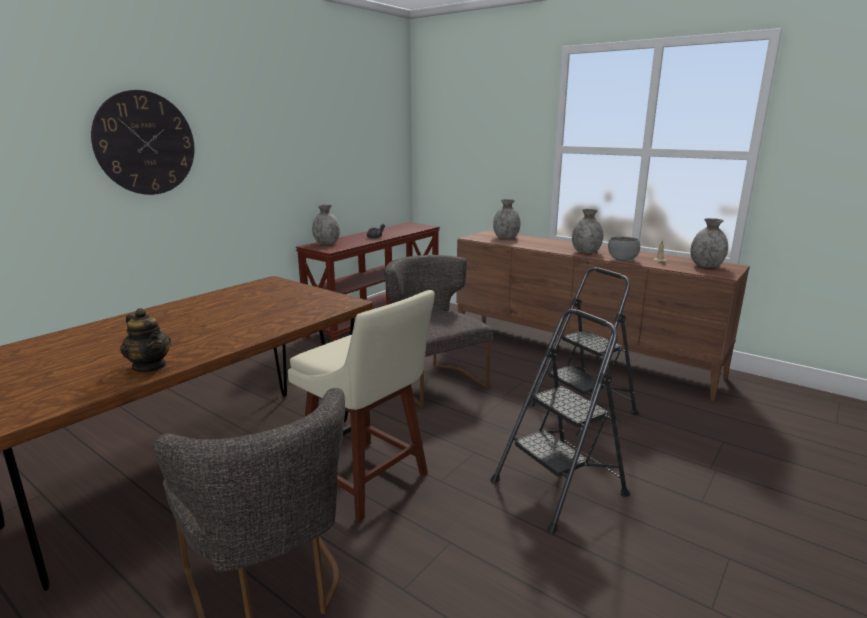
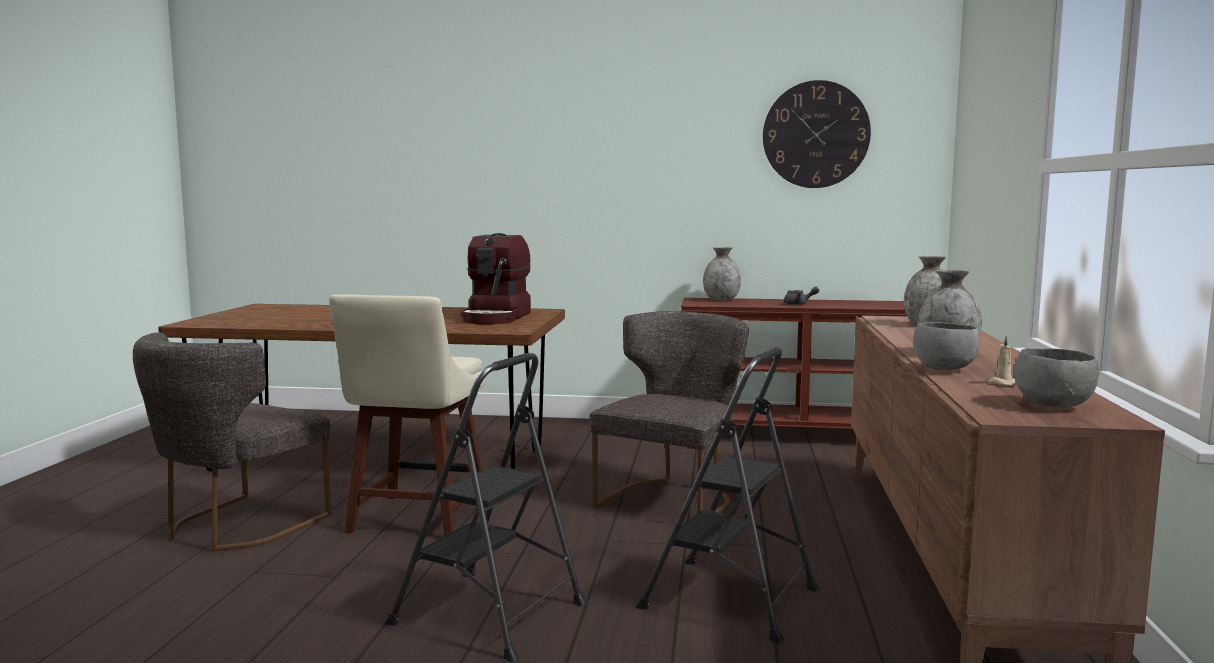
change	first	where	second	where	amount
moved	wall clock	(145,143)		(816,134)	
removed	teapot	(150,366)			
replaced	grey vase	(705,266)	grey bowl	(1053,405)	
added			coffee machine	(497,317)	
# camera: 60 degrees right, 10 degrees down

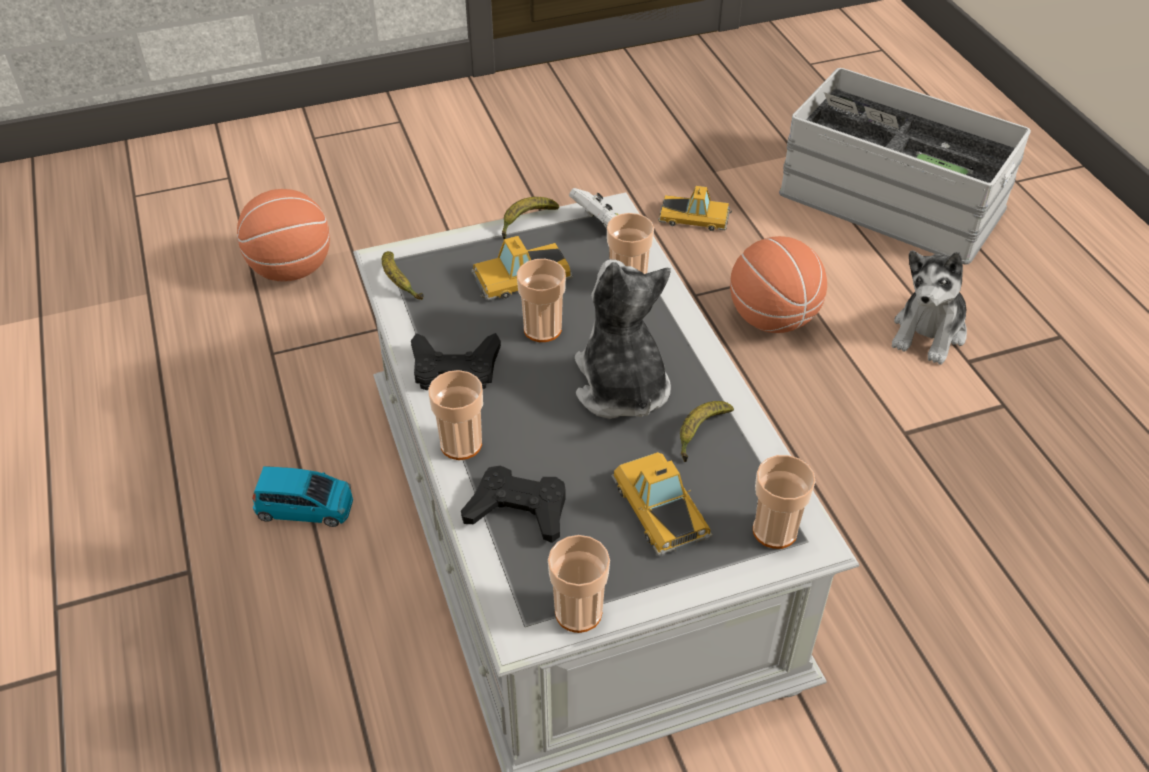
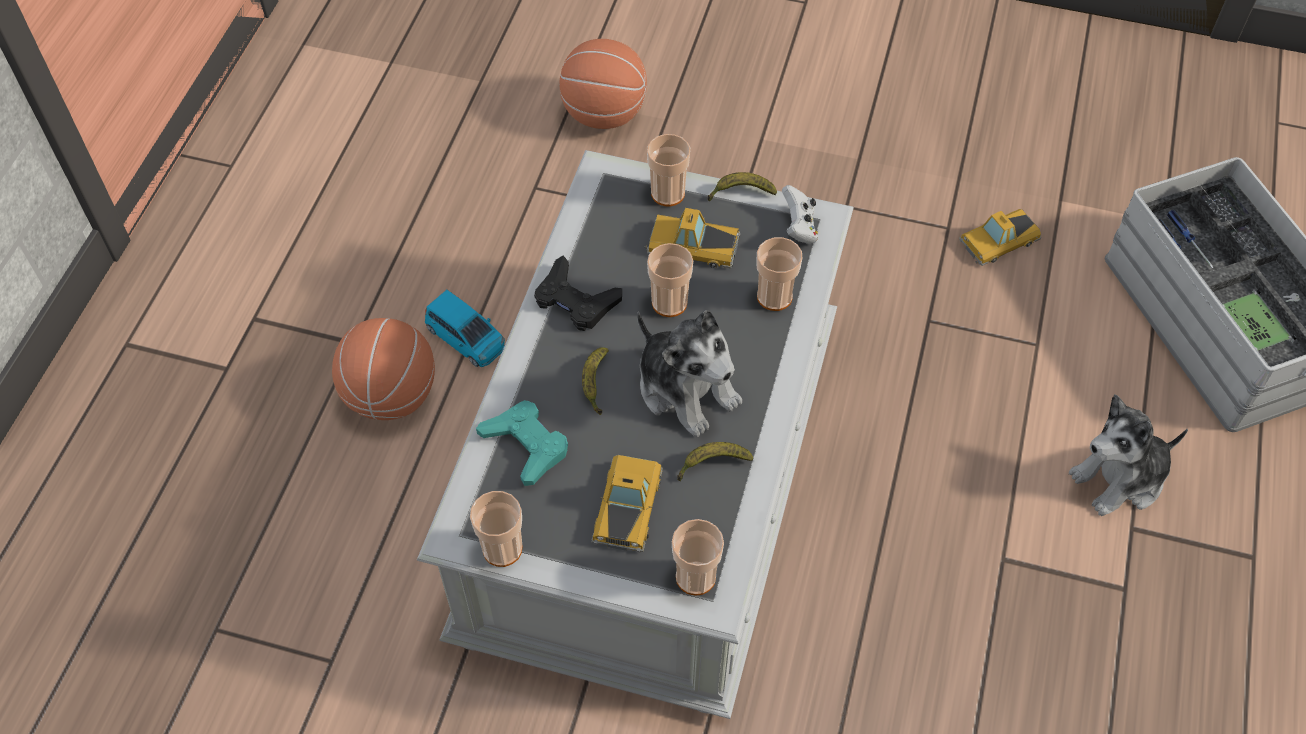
change	first	where	second	where	amount
moved	banana	(399,282)		(595,383)	
moved	cup	(461,444)		(668,193)	
recoloured	black game controller	(518,510)	turquoise game controller	(526,445)	
turned	plush toy	(621,387)		(686,389)	120 degrees clockwise
turned	toy car	(695,217)		(998,241)	105 degrees clockwise
moved	basketball	(772,319)		(391,396)	
# camera: 35 degrees right, 10 degrees up

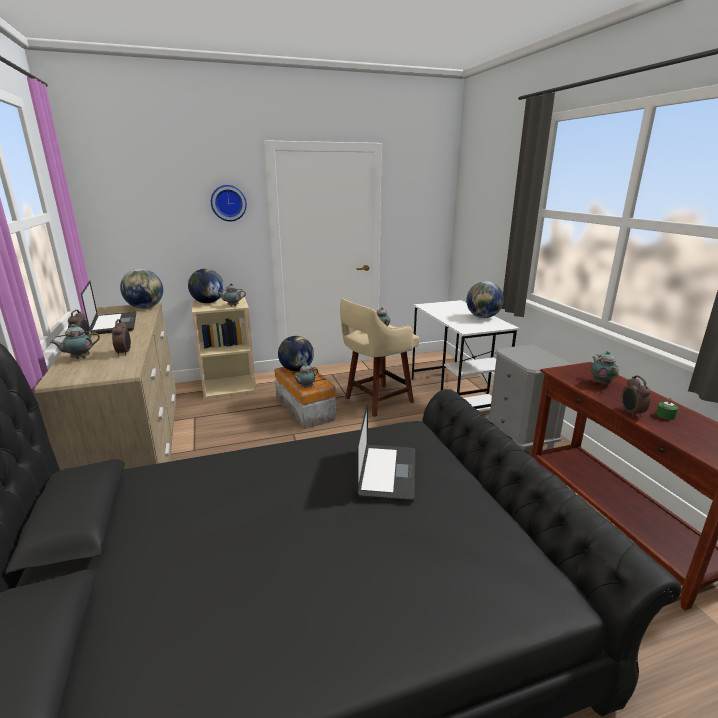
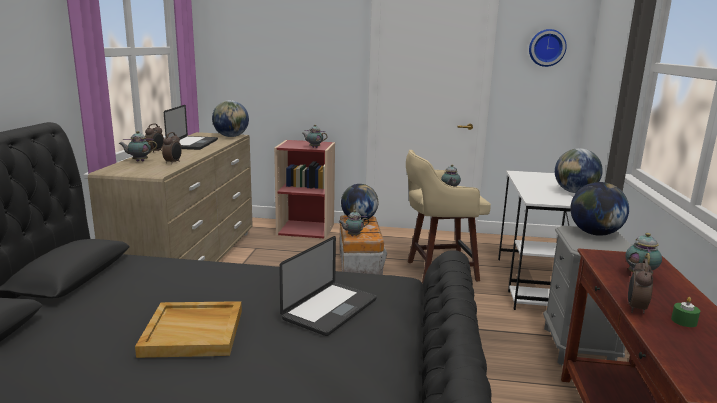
change	first	where	second	where	amount
moved	globe	(208,302)		(594,233)	
recoloured	beige bookcase	(230,386)	red bookcase	(306,229)	
moved	wall clock	(228,203)		(546,48)	
added			beige tray	(194,332)	
# camera: 25 degrees right, 5 degrees down

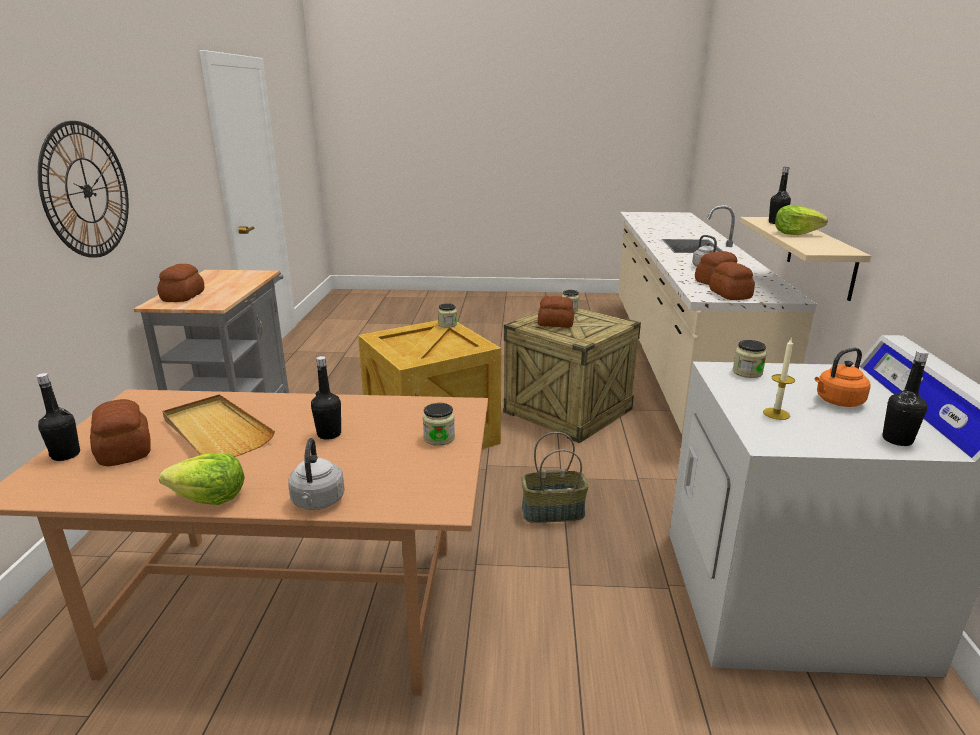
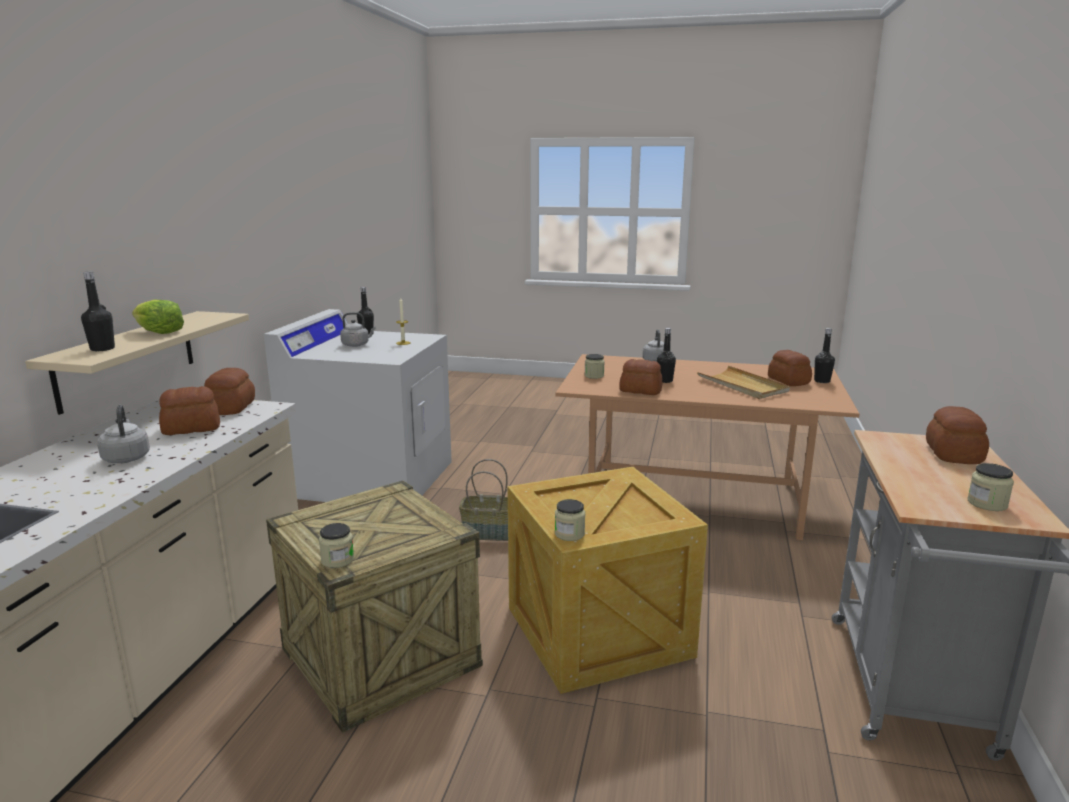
change	first	where	second	where	amount
removed	wall clock	(87,191)			
removed	lettuce	(209,498)			
moved	bread	(556,324)		(640,390)	
moved	jar	(747,372)		(987,503)	
recoloured	orange kettle	(837,401)	grey kettle	(357,345)	
# camera: 170 degrees left, 5 degrees down

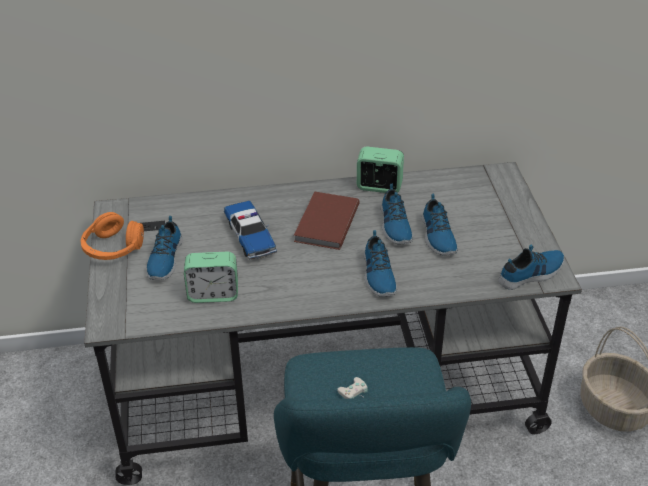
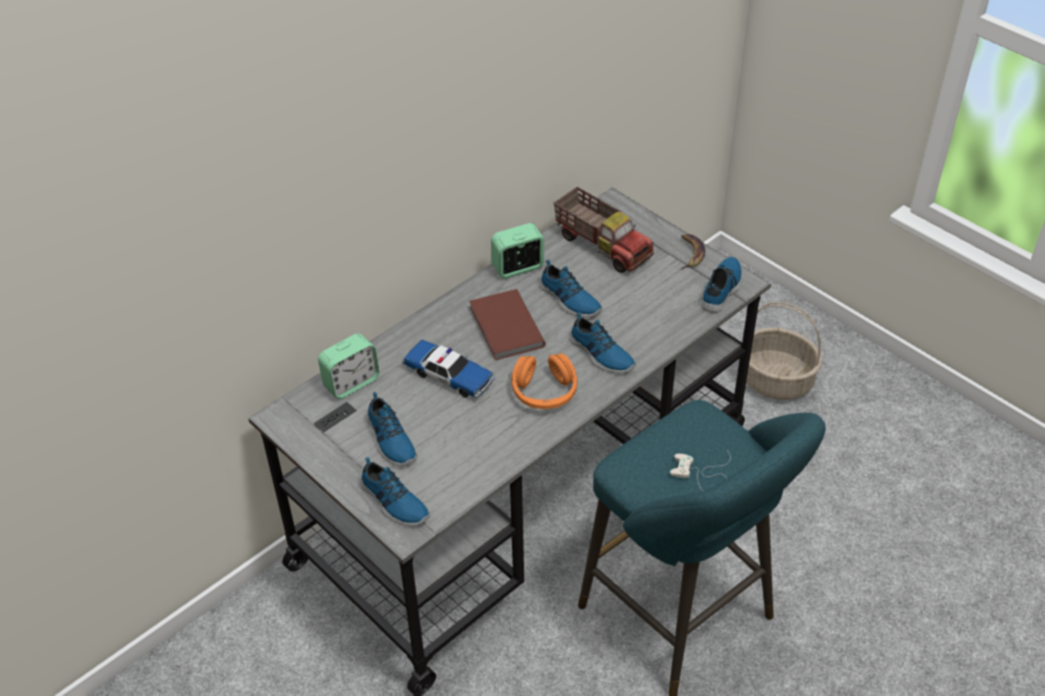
change	first	where	second	where	amount
moved	orange headphones	(112,248)		(544,392)	
moved	alarm clock	(213,294)		(351,383)	
moved	shoe	(437,236)		(393,502)	
added			toy truck	(603,245)	
added			banana	(690,253)	
# camera: 35 degrees left, 5 degrees up

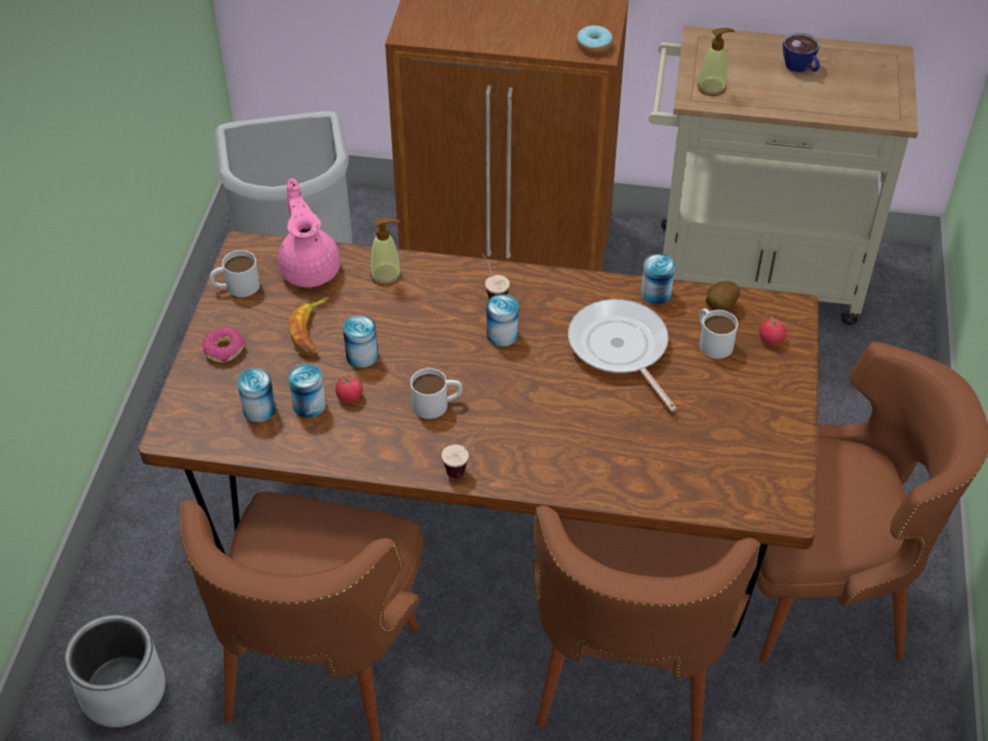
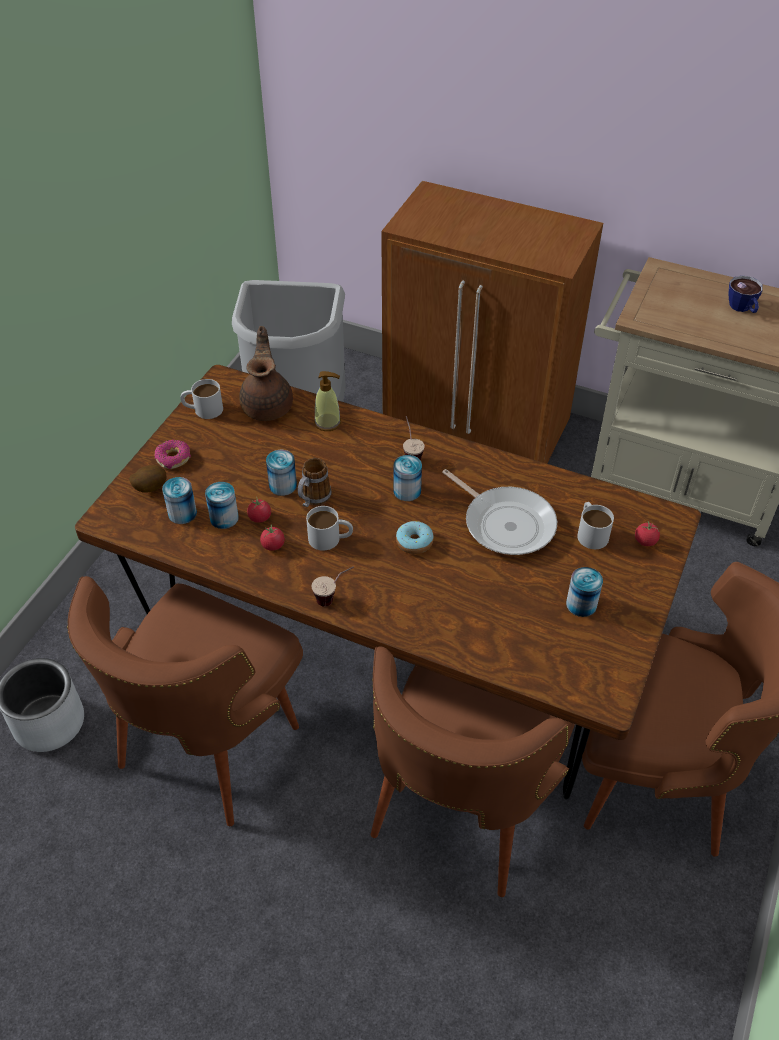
change	first	where	second	where	amount
recoloured	pink teapot	(310,268)	brown teapot	(268,405)	
removed	banana	(311,331)			
turned	frying pan	(620,349)		(505,523)	150 degrees clockwise
moved	donut	(594,45)		(414,542)	
moved	can	(656,293)		(581,604)	
removed	soap dispenser	(712,88)			
moved	potato	(719,307)		(149,488)	
added			tomato	(273,545)	
added			mug	(313,499)	
# camera: 15 degrees right, 0 degrees up

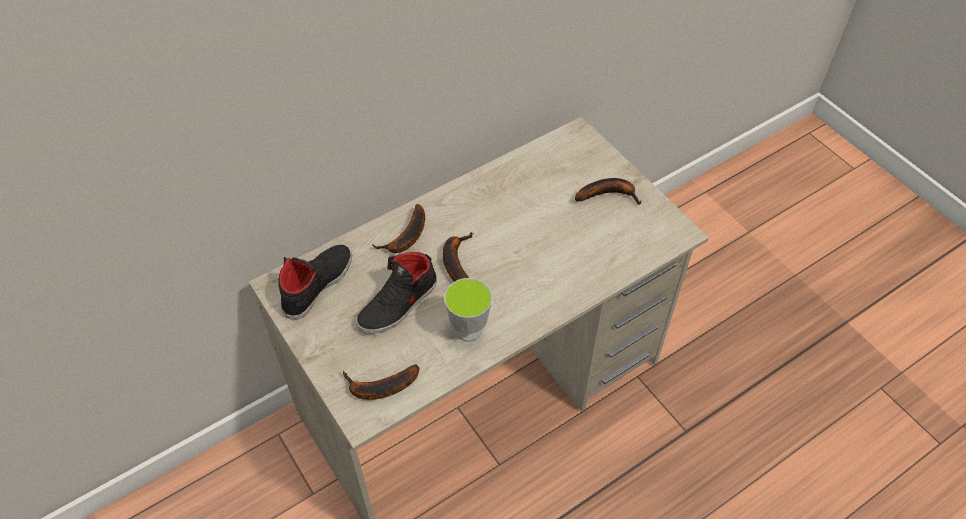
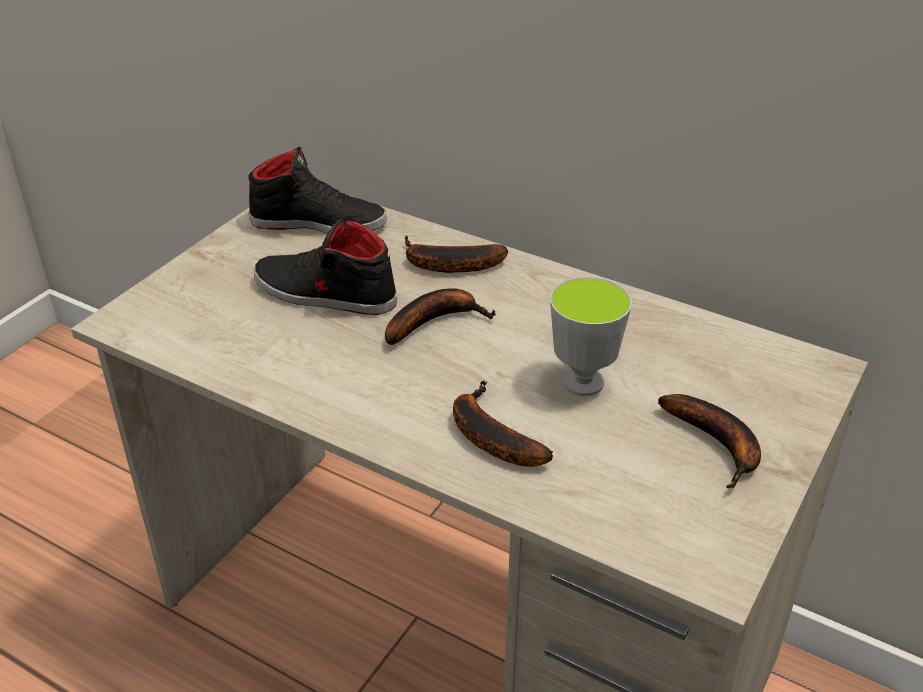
change	first	where	second	where	amount
moved	banana	(379,388)		(488,435)	
moved	cup	(469,331)		(583,382)	
# camera: 65 degrees right, 15 degrees down

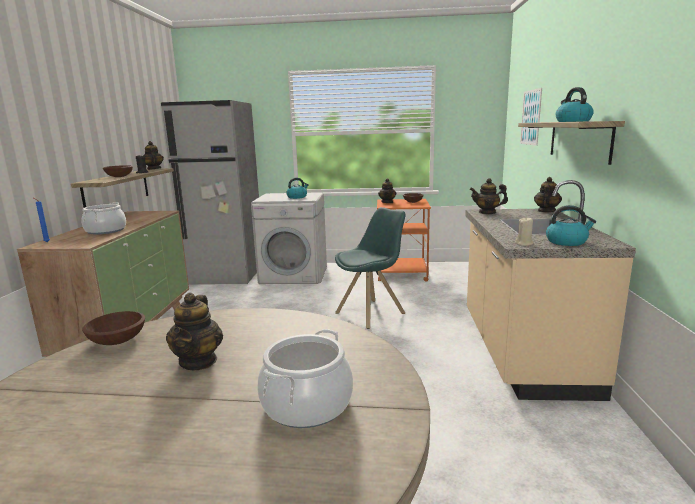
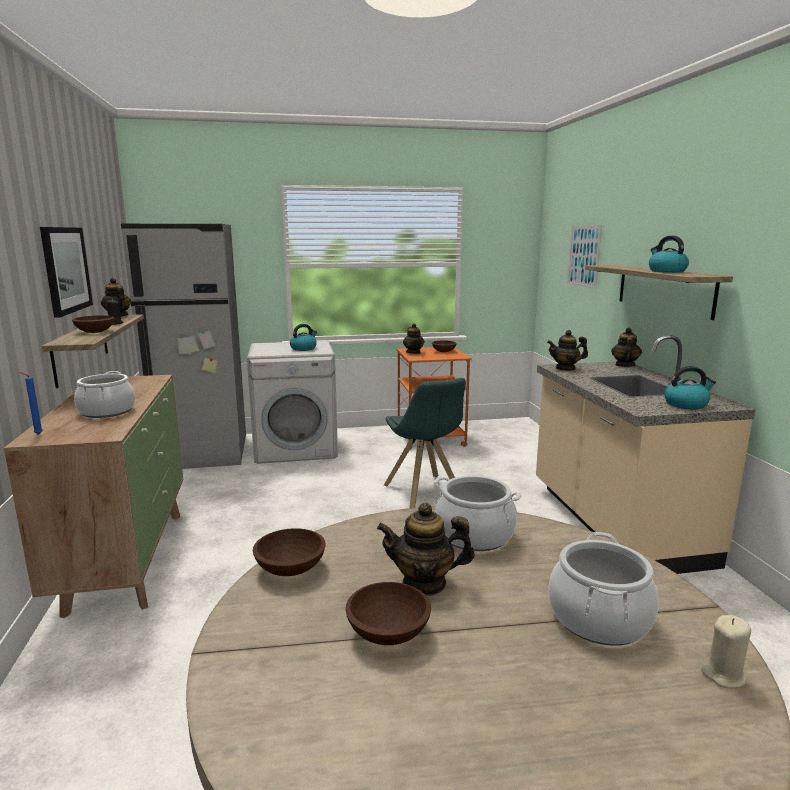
change	first	where	second	where	amount
turned	teapot	(198,361)		(424,583)	105 degrees clockwise
turned	turquoise chair	(371,313)		(424,492)	120 degrees clockwise
moved	beige candle	(524,244)		(723,675)	
added			picture	(66,269)	
added			brown bowl	(387,631)	
added			cooking pot	(474,535)	
# camera: 15 degrees left, 0 degrees up

